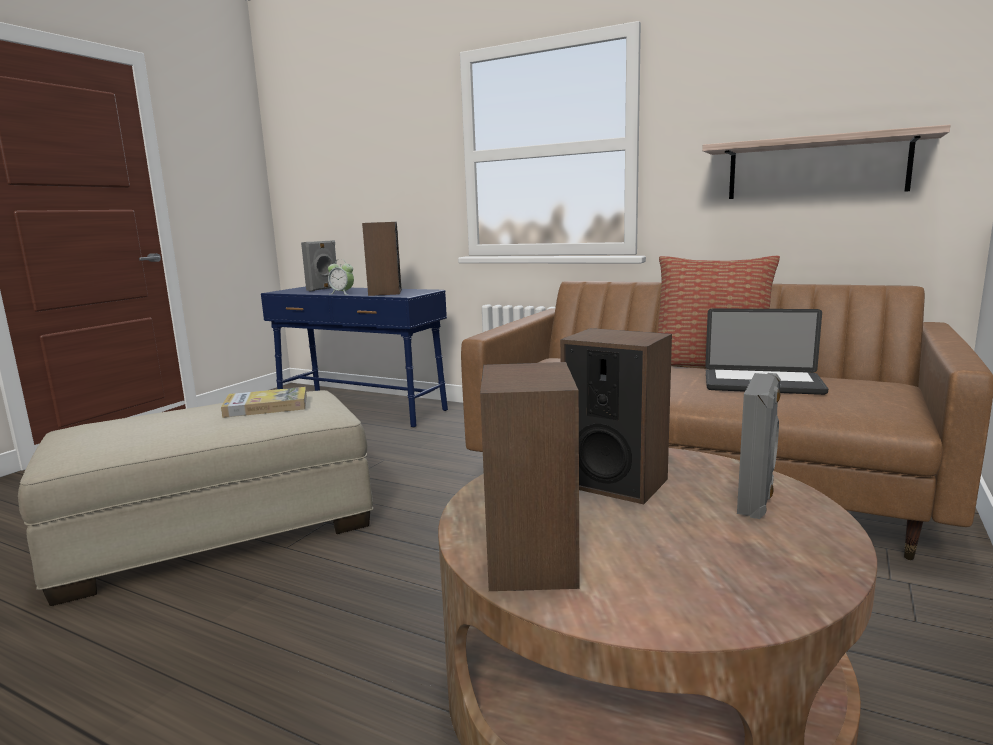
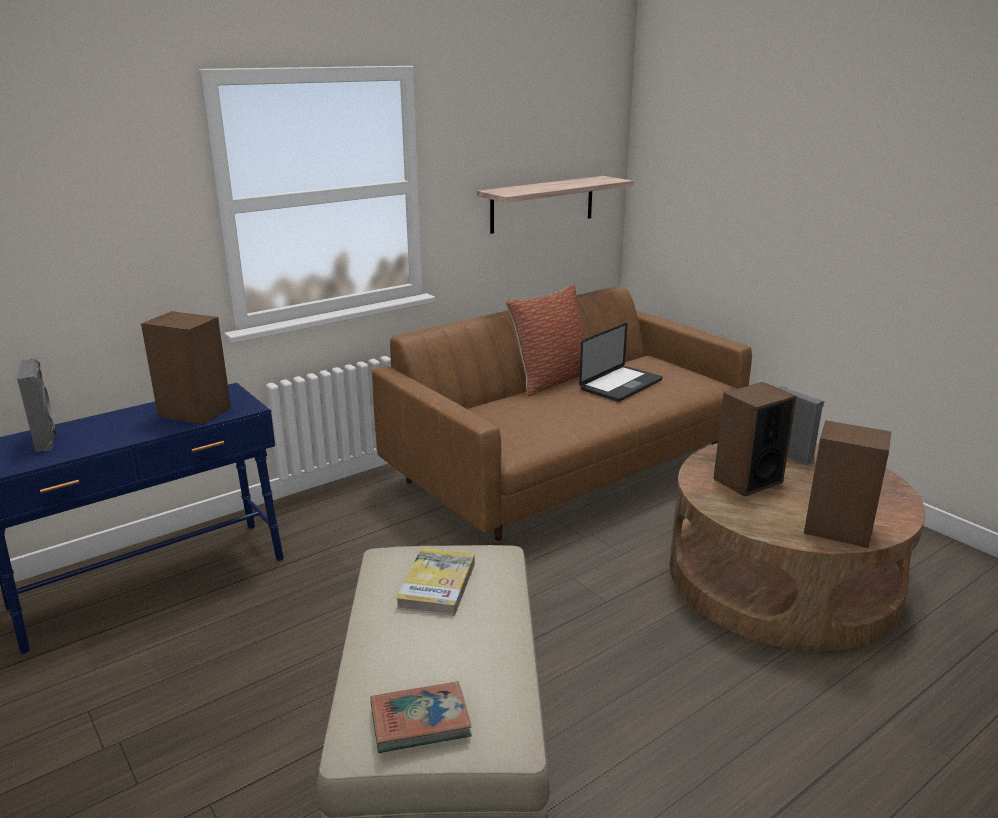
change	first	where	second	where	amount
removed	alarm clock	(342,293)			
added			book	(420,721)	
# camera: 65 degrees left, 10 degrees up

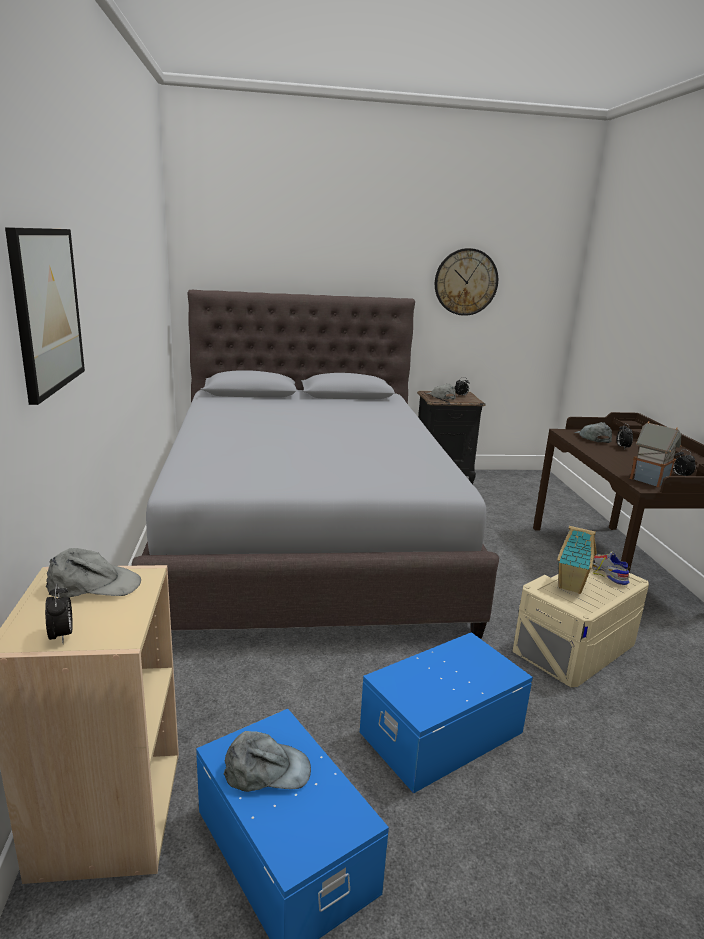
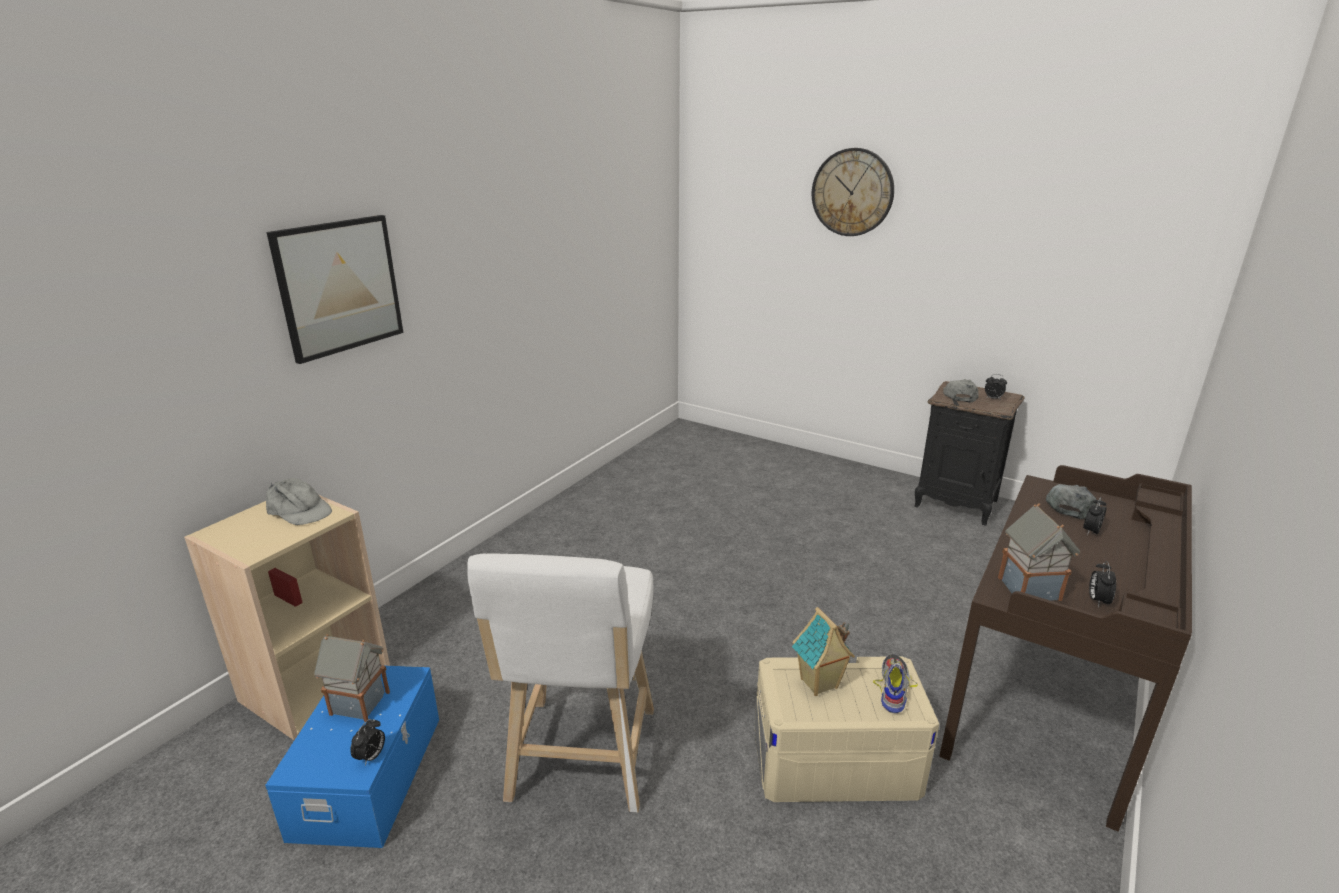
change	first	where	second	where	amount
moved	alarm clock	(62,636)		(371,756)	
removed	grey bed	(307,534)			
replaced	grey cap	(267,770)	toy house	(358,703)	
replaced	blue storage box	(439,731)	white stool	(581,761)	
moved	wall clock	(466,282)		(852,192)	
# camera: 40 degrees right, 5 degrees up

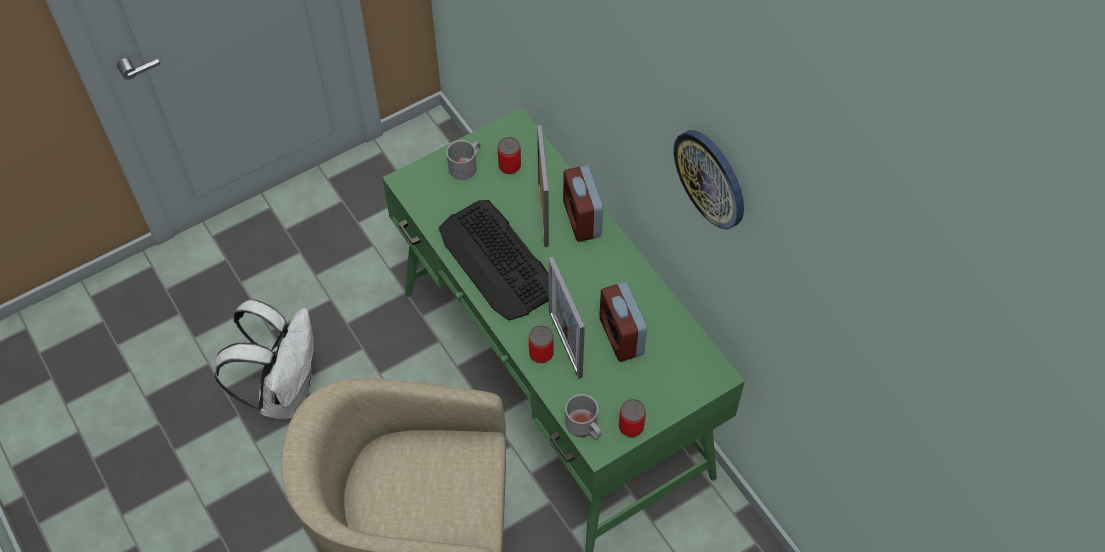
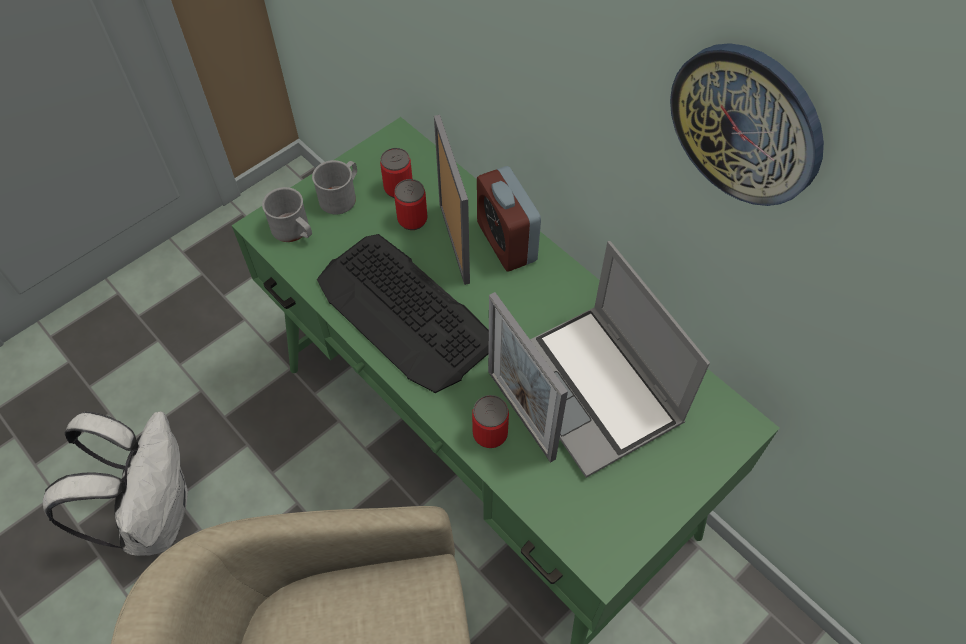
change	first	where	second	where	amount
moved	grey mug	(584,427)		(294,231)	
replaced	alarm clock	(621,336)	laptop	(595,391)	
moved	can	(631,426)		(412,219)	
# camera: 10 degrees left, 0 degrees up

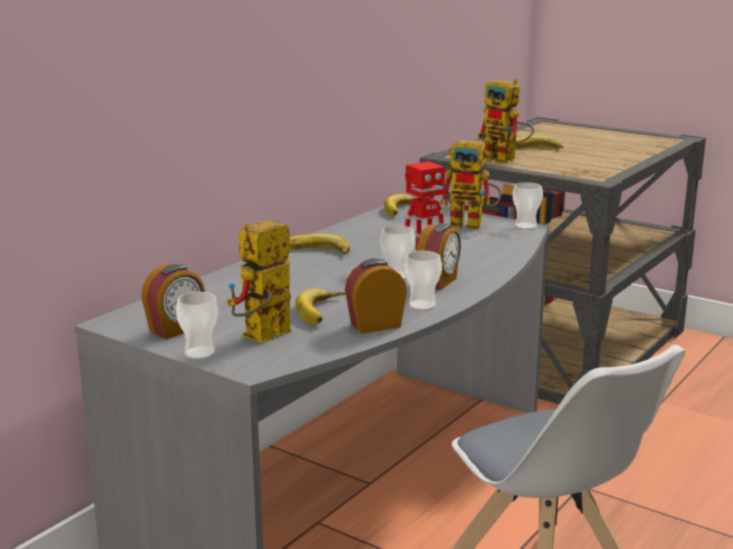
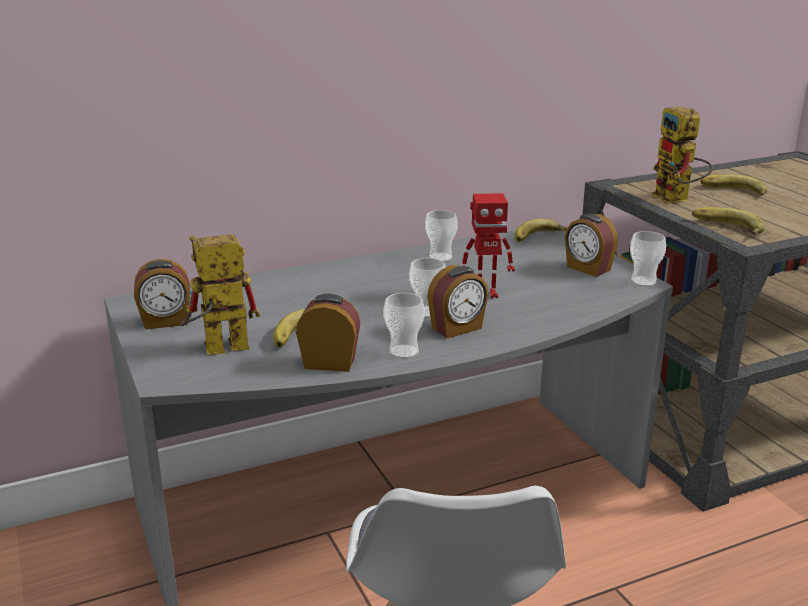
change	first	where	second	where	amount
moved	cup	(200,353)		(440,257)	
moved	banana	(317,252)		(726,227)	
replaced	toy robot	(473,225)	alarm clock	(587,269)	
# camera: 30 degrees right, 5 degrees up

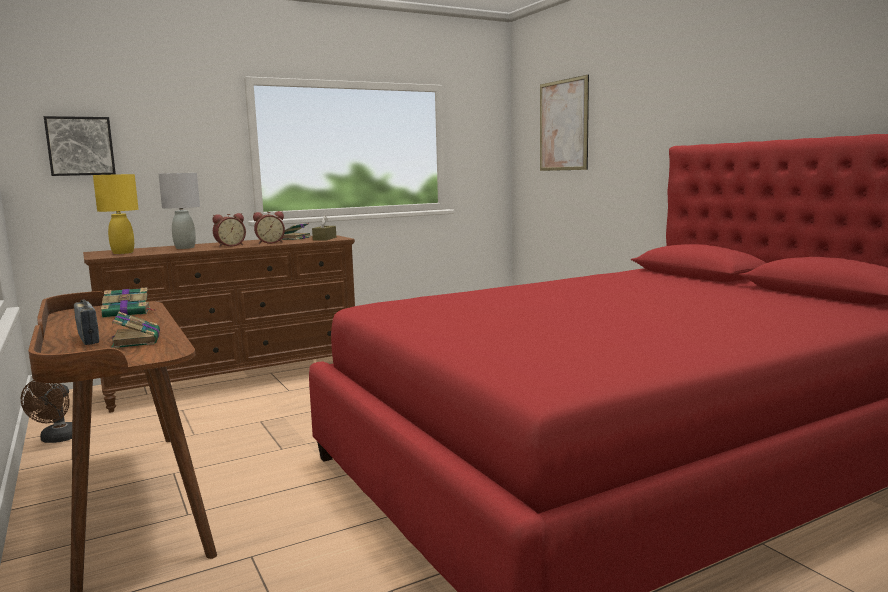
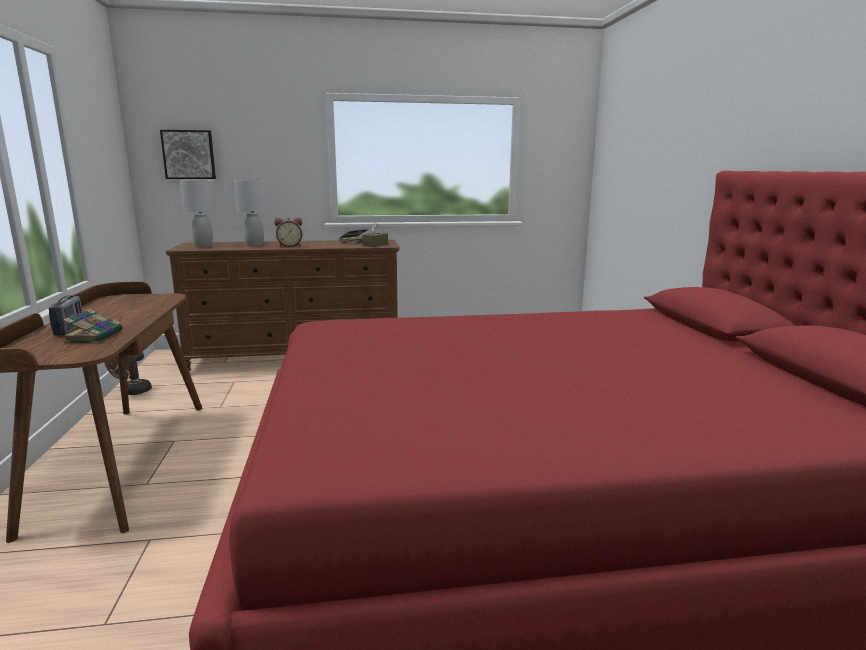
change	first	where	second	where	amount
recoloured	yellow table lamp	(123,253)	grey table lamp	(203,246)	
removed	book	(128,313)			
removed	alarm clock	(270,243)			
removed	picture	(563,125)			
# camera: 20 degrees right, 5 degrees up

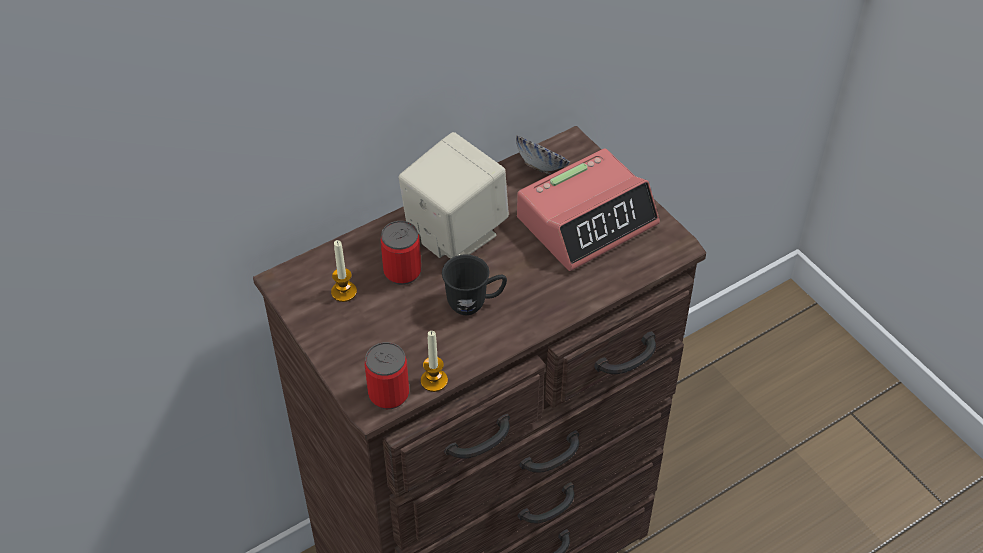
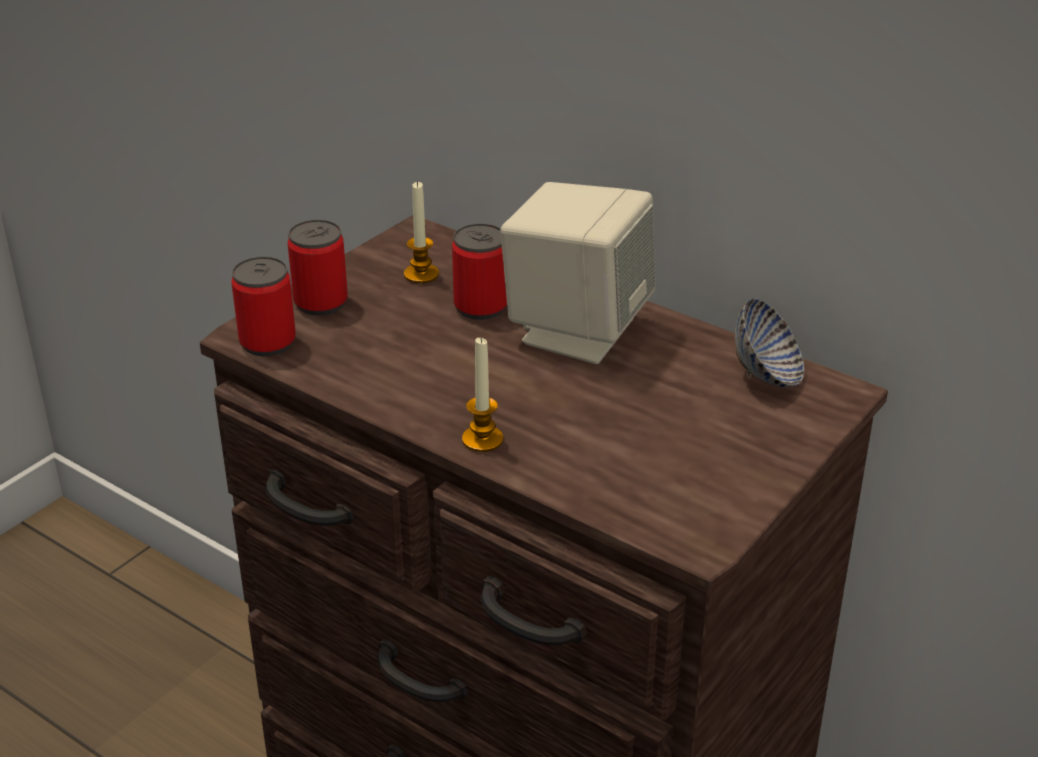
change	first	where	second	where	amount
moved	candle	(434,381)		(482,440)	
removed	black mug	(474,303)			
removed	alarm clock	(587,220)			
added			can	(321,303)	
# camera: 70 degrees right, 15 degrees down

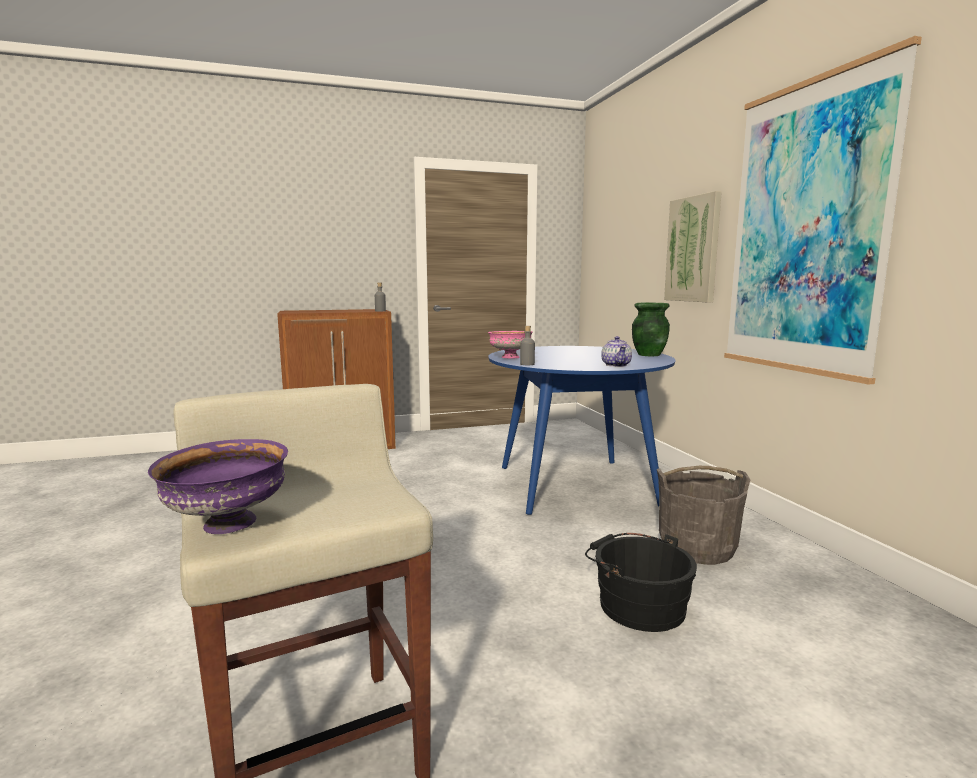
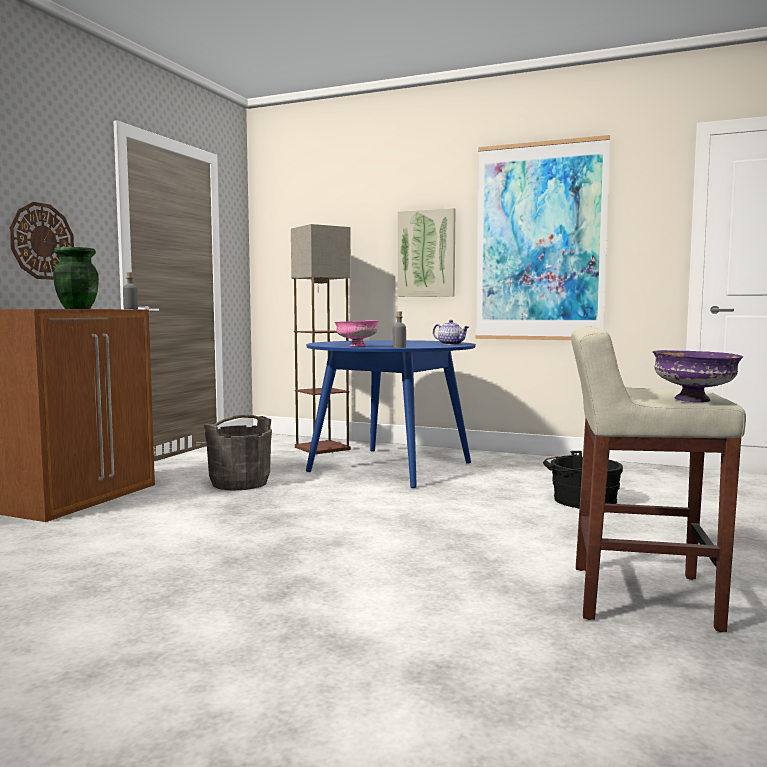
change	first	where	second	where	amount
moved	green vase	(648,355)		(77,308)	
moved	grey bucket	(696,547)		(240,483)	
added			wall clock	(42,241)	
added			floor lamp	(321,448)	
# camera: 50 degrees left, 5 degrees down

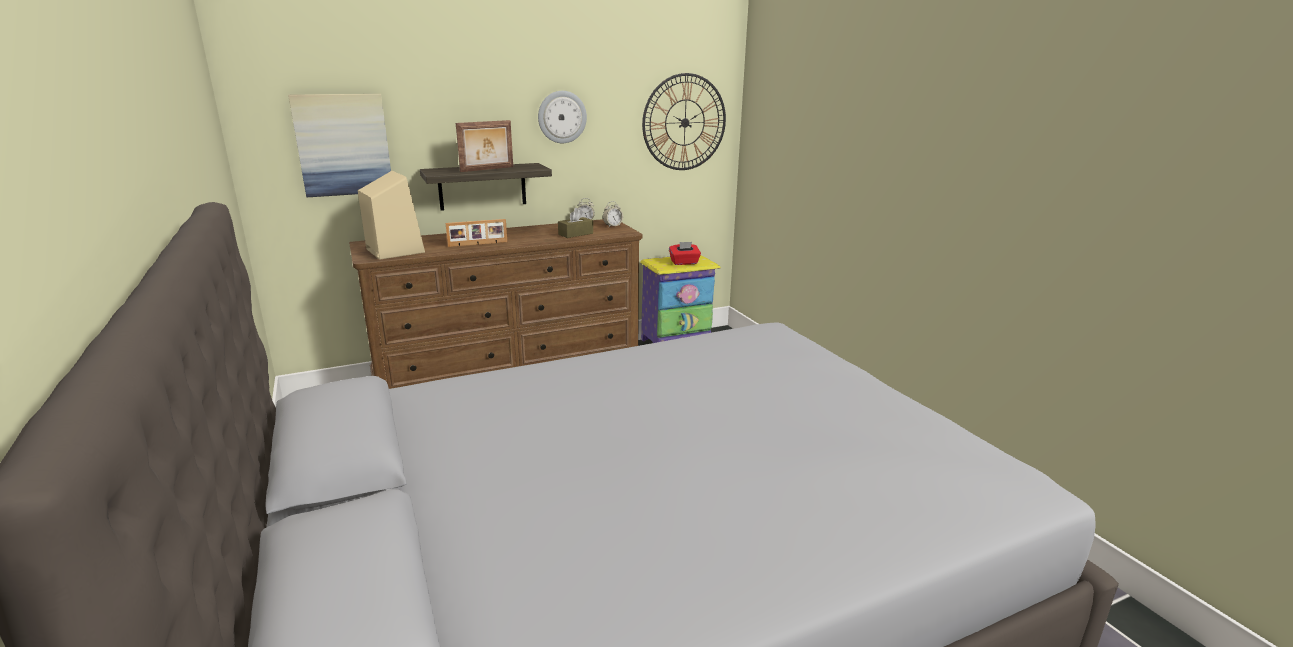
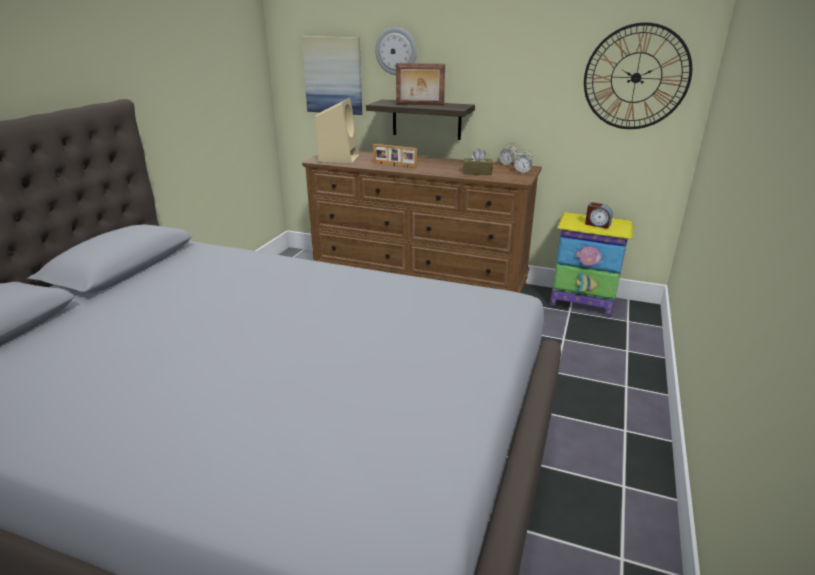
change	first	where	second	where	amount
moved	wall clock	(562,117)		(396,51)	
replaced	red tissue box	(684,263)	alarm clock	(597,224)	
# camera: 45 degrees right, 5 degrees up

